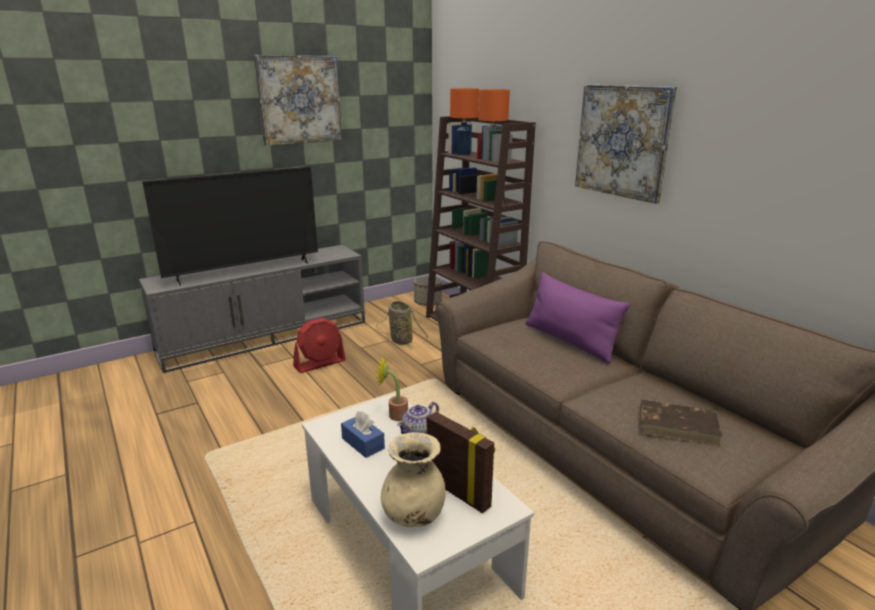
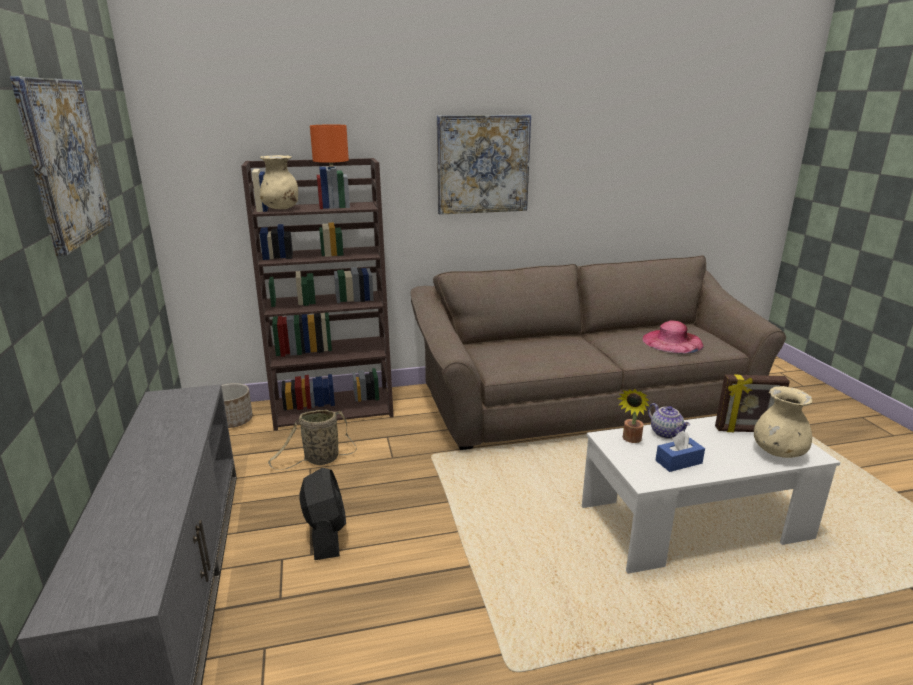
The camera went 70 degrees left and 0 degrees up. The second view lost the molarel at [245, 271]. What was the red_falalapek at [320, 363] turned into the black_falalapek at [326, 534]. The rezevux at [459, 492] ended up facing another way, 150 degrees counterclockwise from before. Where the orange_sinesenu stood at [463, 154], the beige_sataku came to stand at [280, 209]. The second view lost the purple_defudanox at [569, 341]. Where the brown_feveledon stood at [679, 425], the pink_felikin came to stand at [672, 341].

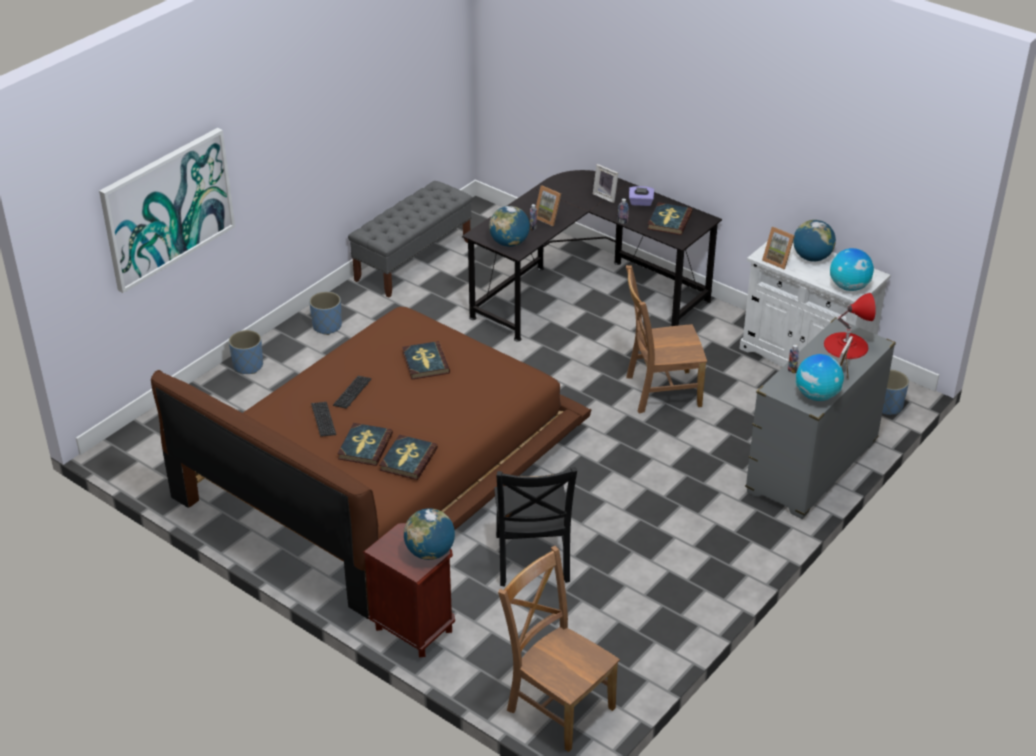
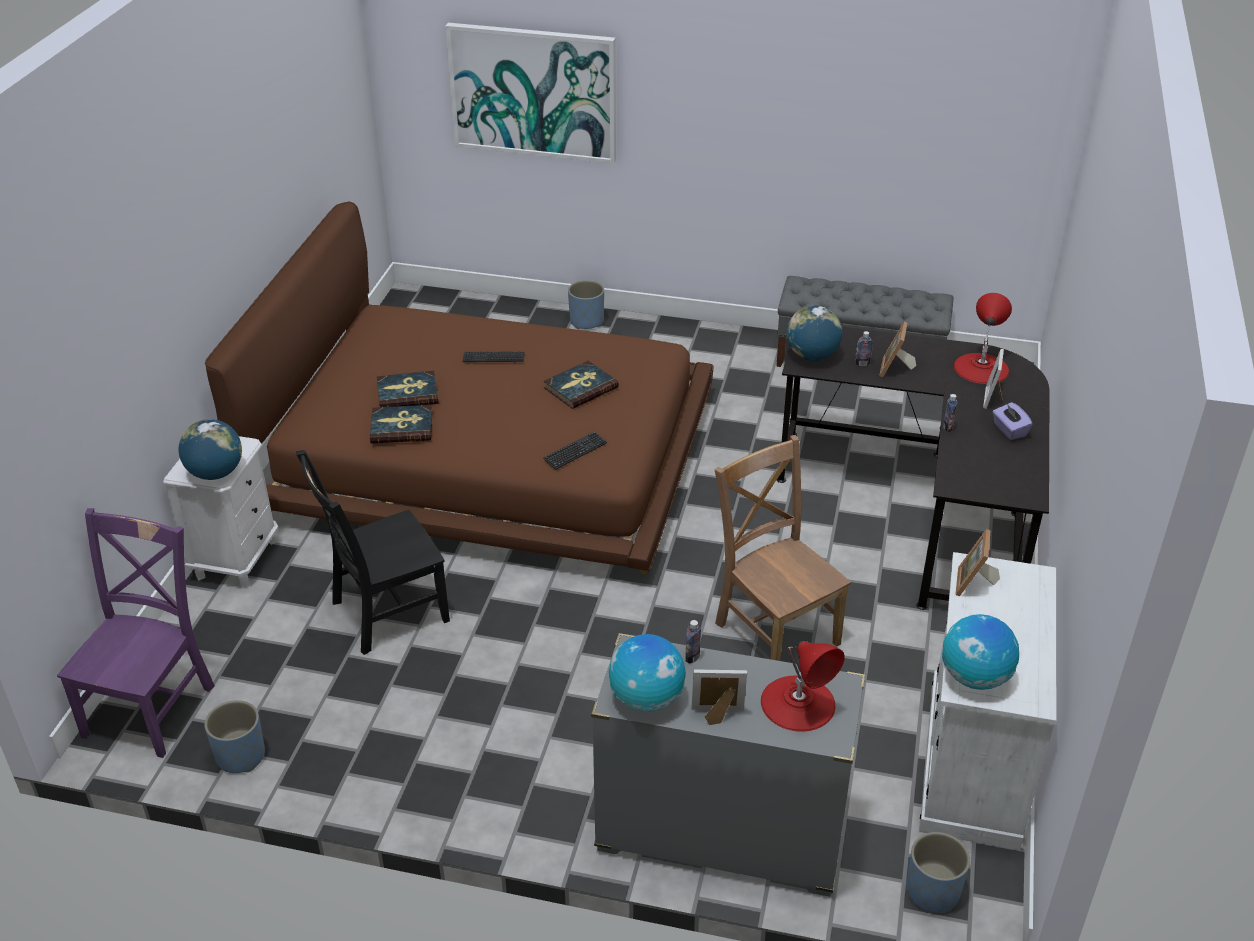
The camera went 65 degrees right and 0 degrees up. The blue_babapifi ended up elsewhere, having gone from [327, 326] to [241, 756]. The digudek ended up elsewhere, having gone from [323, 420] to [575, 451]. What was the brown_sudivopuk at [413, 629] turned into the white_sudivopuk at [237, 559]. What was the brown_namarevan at [558, 706] turned into the purple_namarevan at [152, 707]. The second view lost the feveledon at [669, 221]. The second view lost the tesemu at [811, 258]. The second view gained the red_sinesenu at [981, 368].

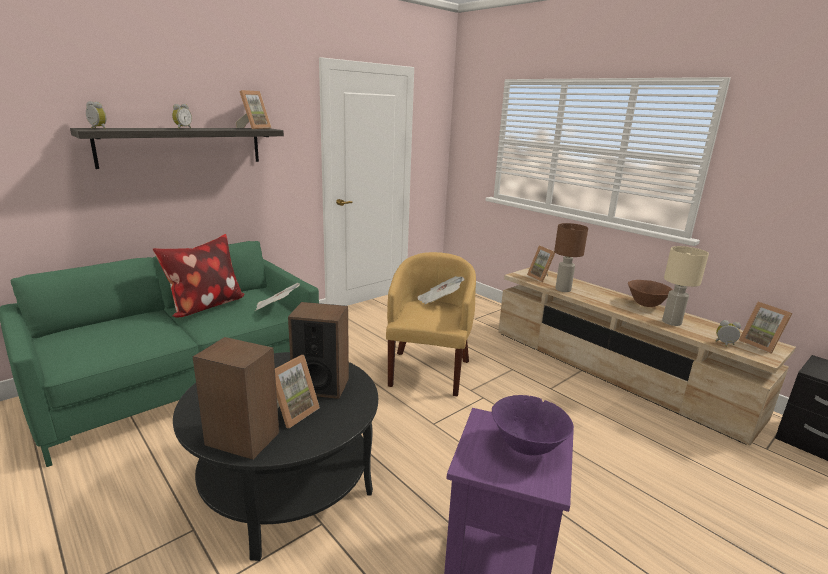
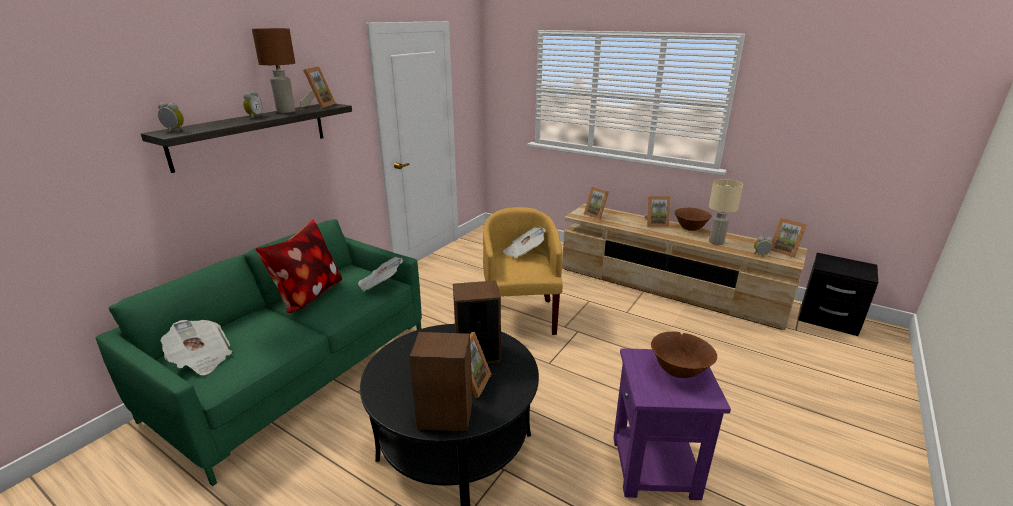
The camera went 15 degrees left and 5 degrees up. What was the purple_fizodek at [526, 447] turned into the brown_fizodek at [678, 372]. The brown_sinesenu ended up elsewhere, having gone from [562, 289] to [285, 111]. The second view gained the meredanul at [201, 359]. The second view gained the rezevux at [656, 223].

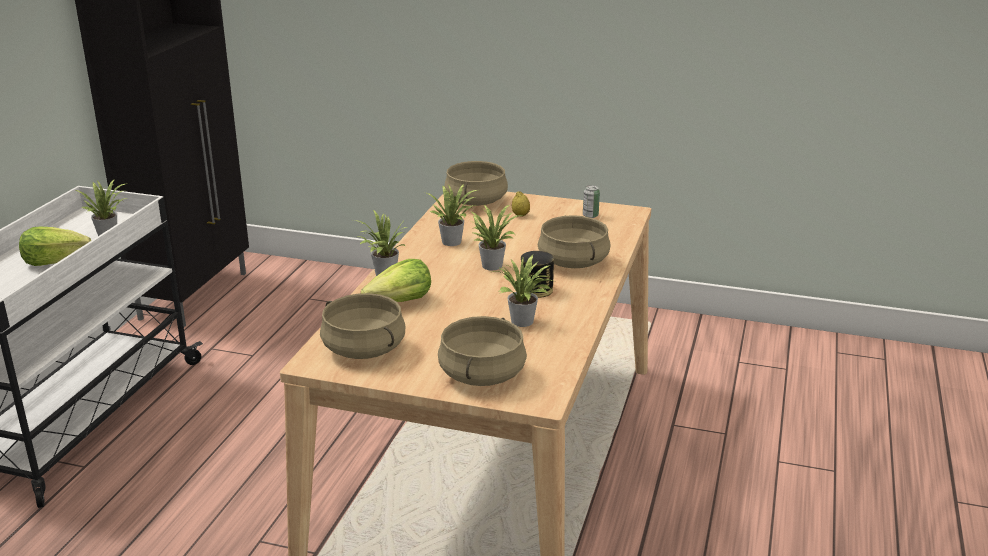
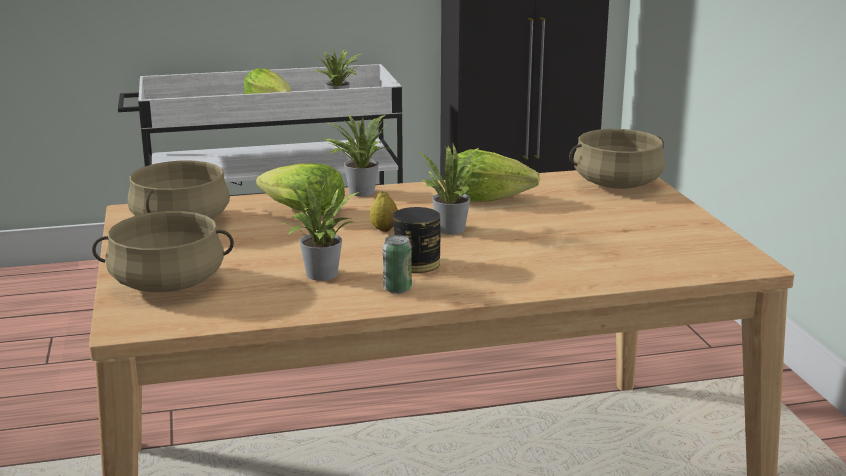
The camera went 60 degrees right and 5 degrees down. Where the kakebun stood at [453, 241], the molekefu came to stand at [488, 199]. The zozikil ended up elsewhere, having gone from [520, 215] to [384, 229]. The second view lost the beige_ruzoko at [574, 262]. The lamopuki ended up elsewhere, having gone from [590, 215] to [397, 289].

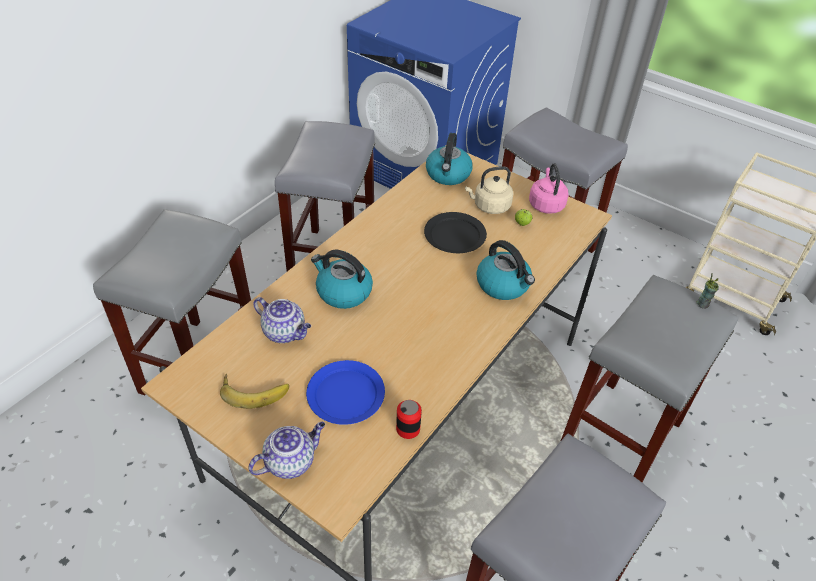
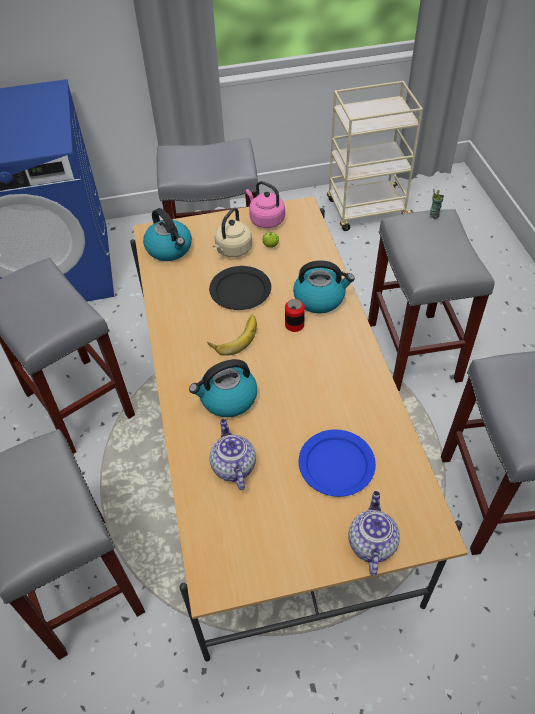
The camera went 45 degrees left and 5 degrees up. The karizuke ended up elsewhere, having gone from [255, 390] to [234, 336]. The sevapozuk at [285, 332] ended up facing another way, 90 degrees counterclockwise from before. The lamopuki ended up elsewhere, having gone from [408, 429] to [294, 325].

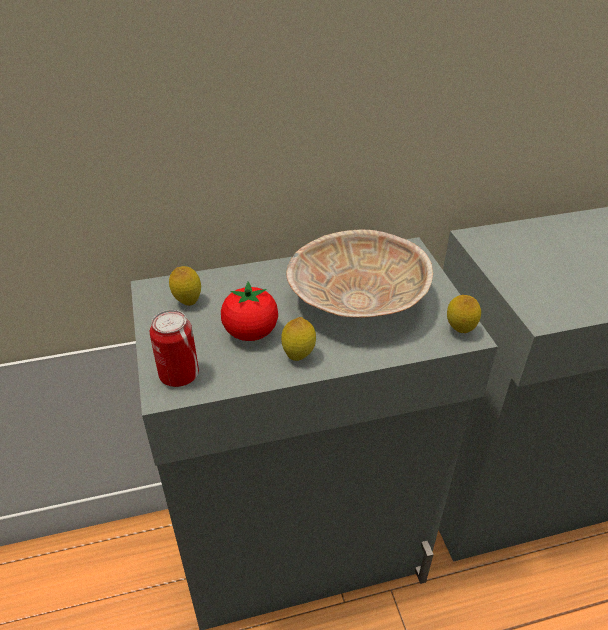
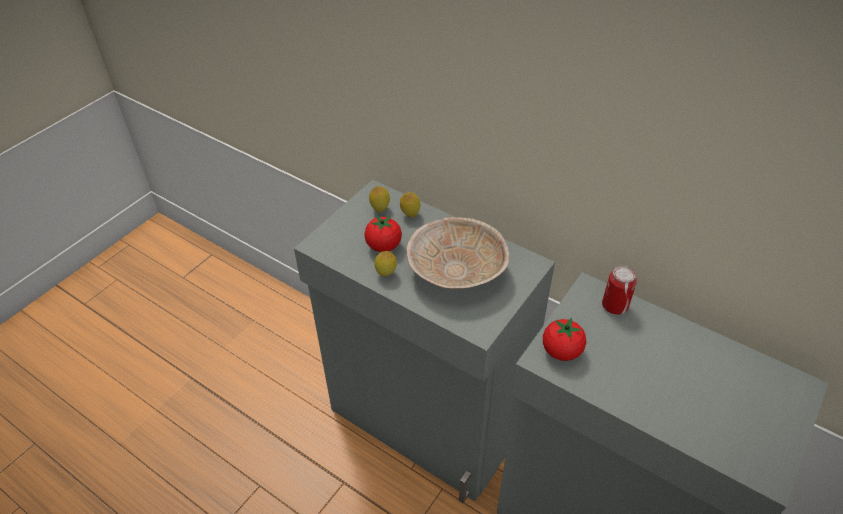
The camera went 50 degrees right and 5 degrees up. The lamopuki ended up elsewhere, having gone from [179, 375] to [614, 306]. The zozikil ended up elsewhere, having gone from [459, 331] to [410, 215]. The second view gained the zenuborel at [561, 351].

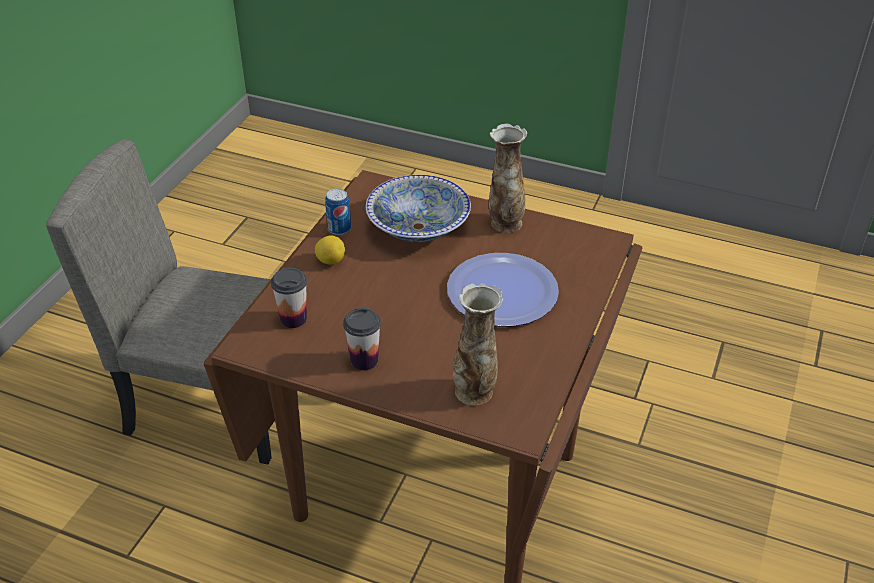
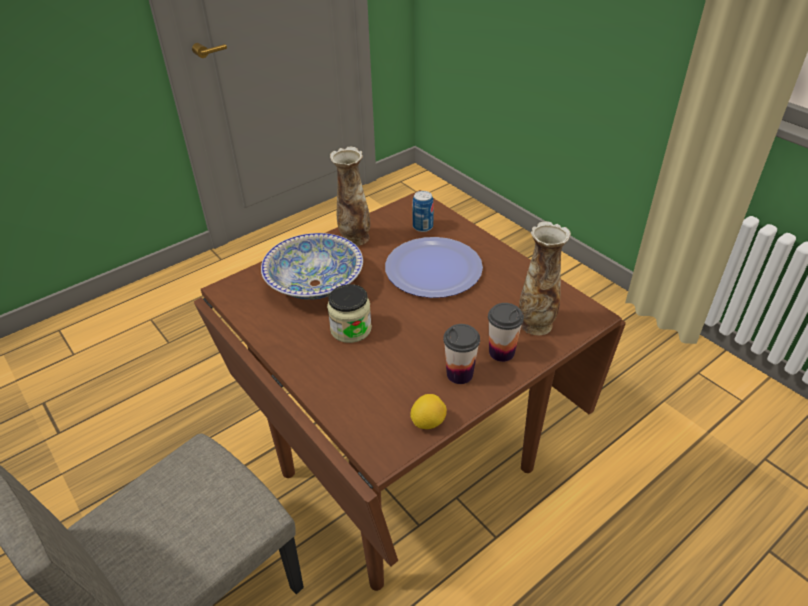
The camera went 60 degrees left and 0 degrees up. The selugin ended up elsewhere, having gone from [293, 319] to [501, 352]. The zozikil ended up elsewhere, having gone from [330, 261] to [428, 422]. The lamopuki ended up elsewhere, having gone from [339, 229] to [423, 227]. The second view gained the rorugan at [351, 329].

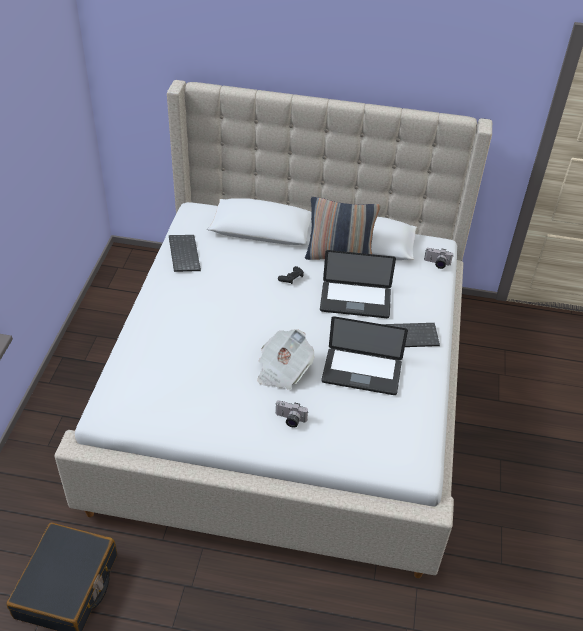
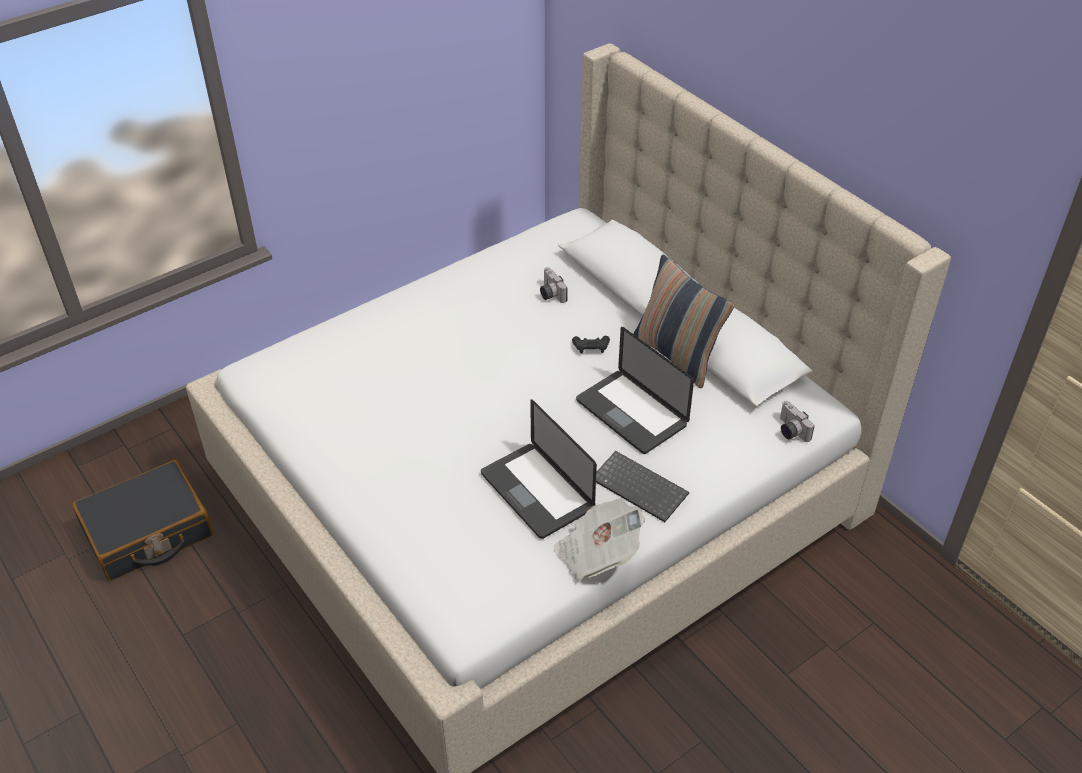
The camera went 45 degrees right and 0 degrees up. The second view lost the digudek at [183, 254]. The meredanul ended up elsewhere, having gone from [282, 370] to [597, 553]. The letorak ended up elsewhere, having gone from [290, 420] to [550, 294].

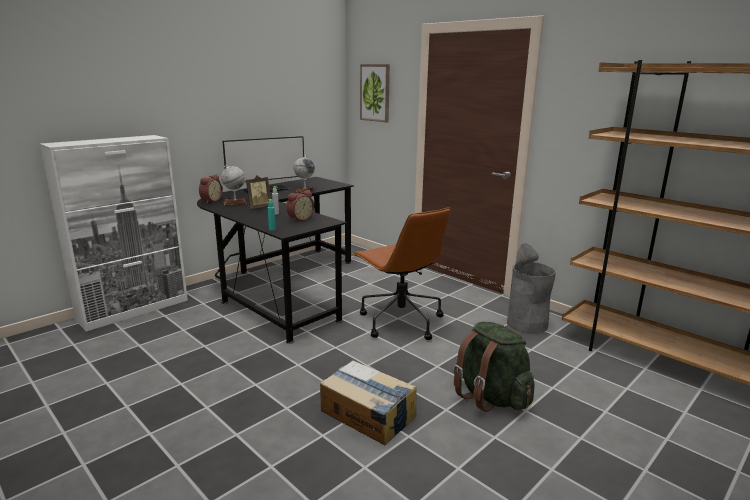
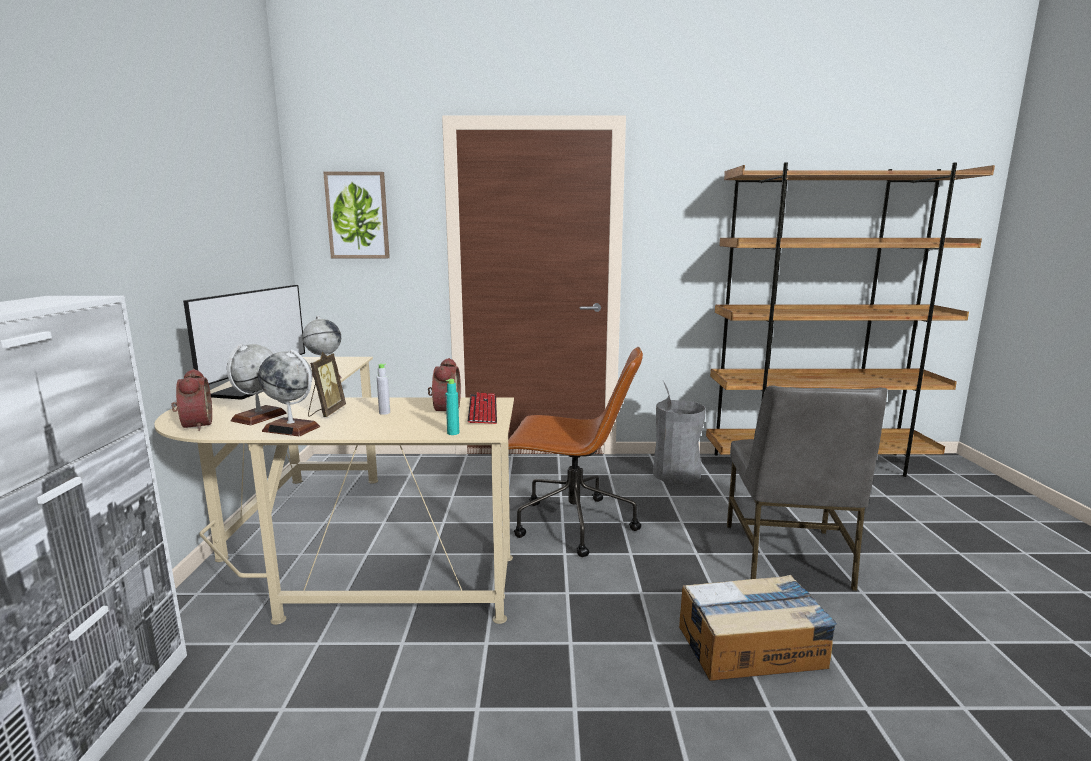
The camera went 45 degrees left and 5 degrees down. What was the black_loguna at [281, 287] turned into the beige_loguna at [336, 552]. Where the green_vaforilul stood at [490, 397], the grey_namarevan came to stand at [788, 557]. The second view gained the tesemu at [291, 429]. The second view gained the digudek at [482, 410].

